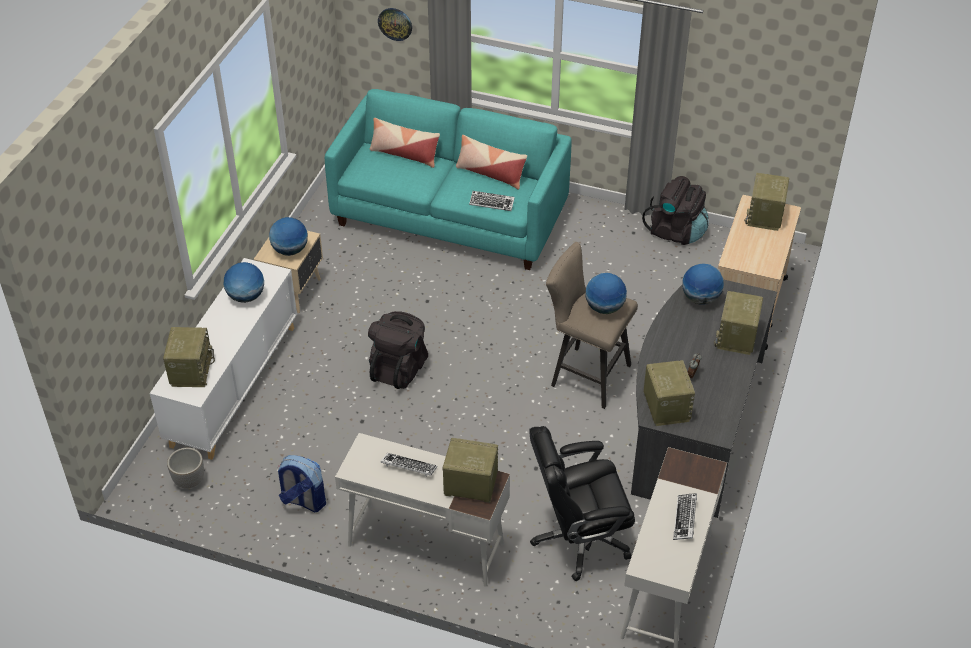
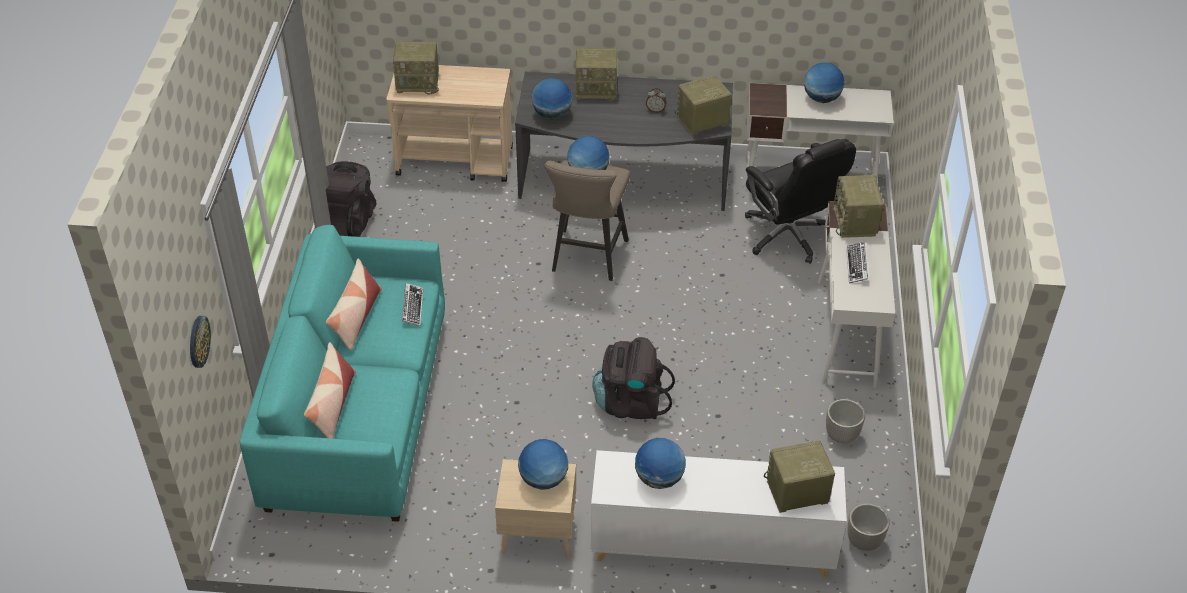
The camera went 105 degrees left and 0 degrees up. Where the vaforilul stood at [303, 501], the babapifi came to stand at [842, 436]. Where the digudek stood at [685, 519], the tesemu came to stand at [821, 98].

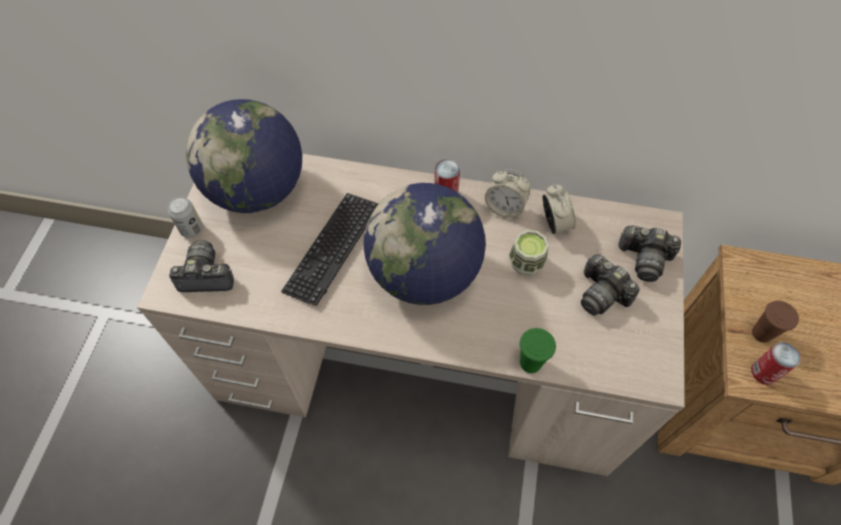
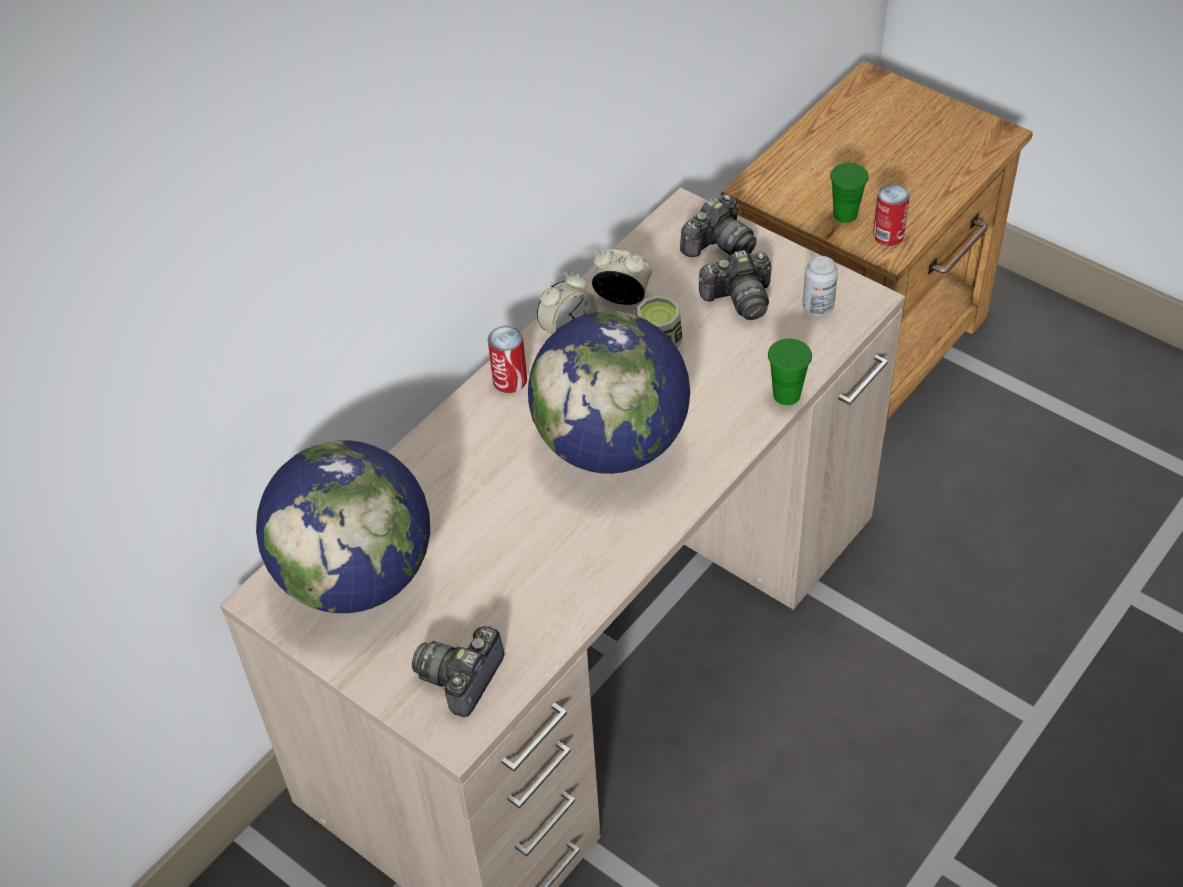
The camera went 60 degrees left and 10 degrees down. The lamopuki ended up elsewhere, having gone from [192, 229] to [818, 307]. The second view lost the digudek at [332, 248]. What was the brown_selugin at [761, 333] turned into the green_selugin at [845, 214].

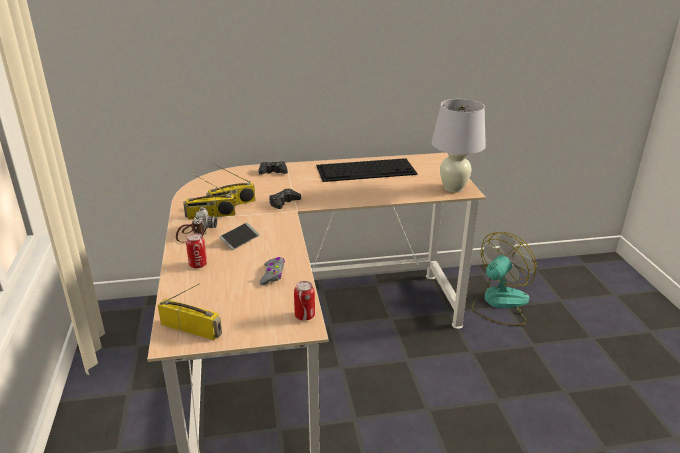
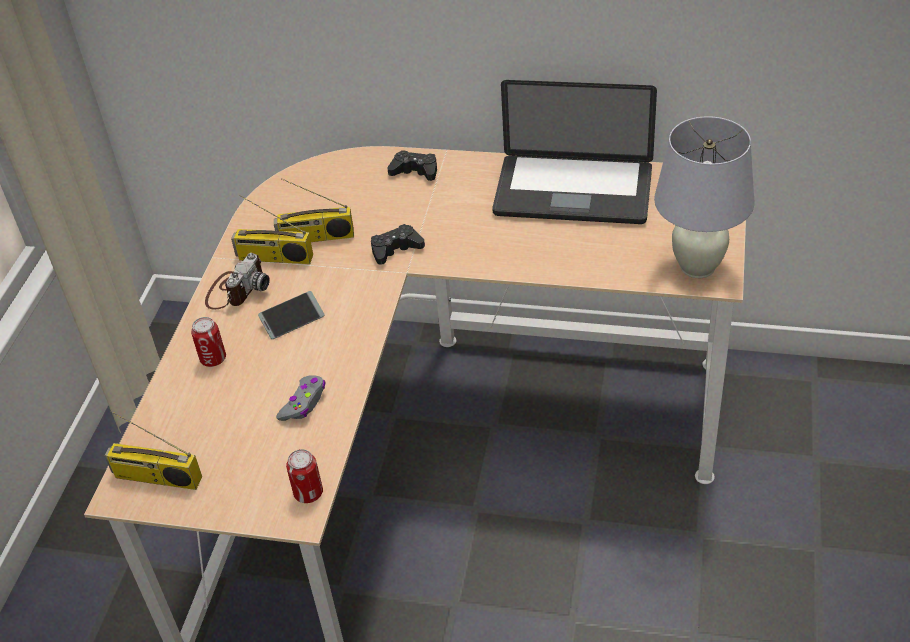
The camera went 25 degrees right and 15 degrees up. The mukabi at [192, 328] ended up facing another way, 150 degrees clockwise from before. Where the digudek stood at [367, 170], the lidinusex came to stand at [573, 192]. The second view lost the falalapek at [499, 303].

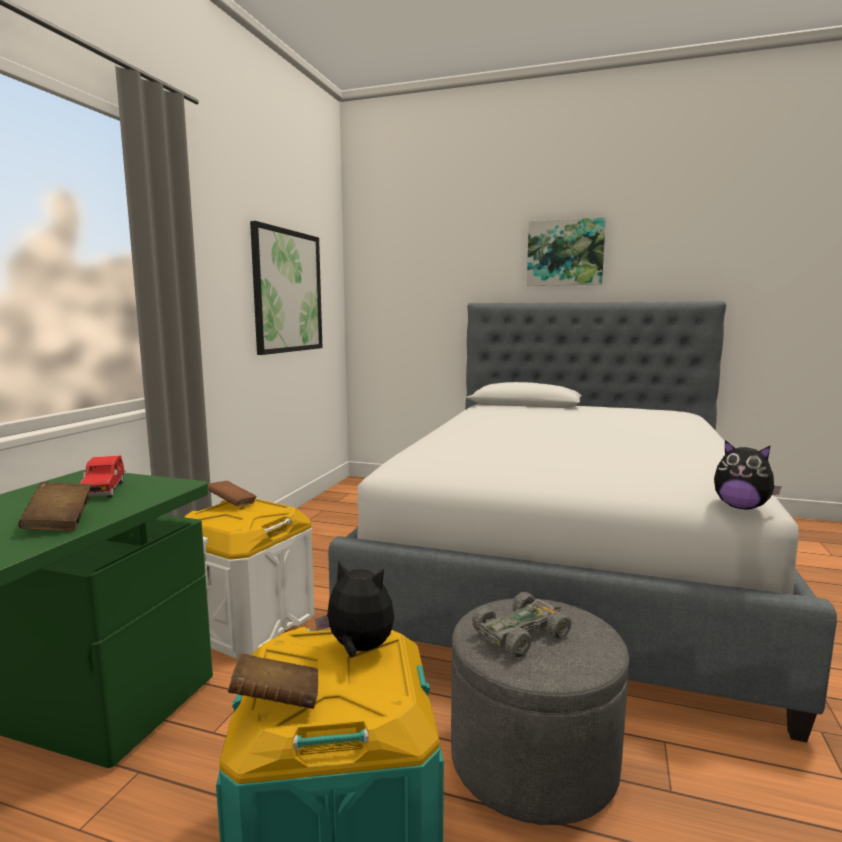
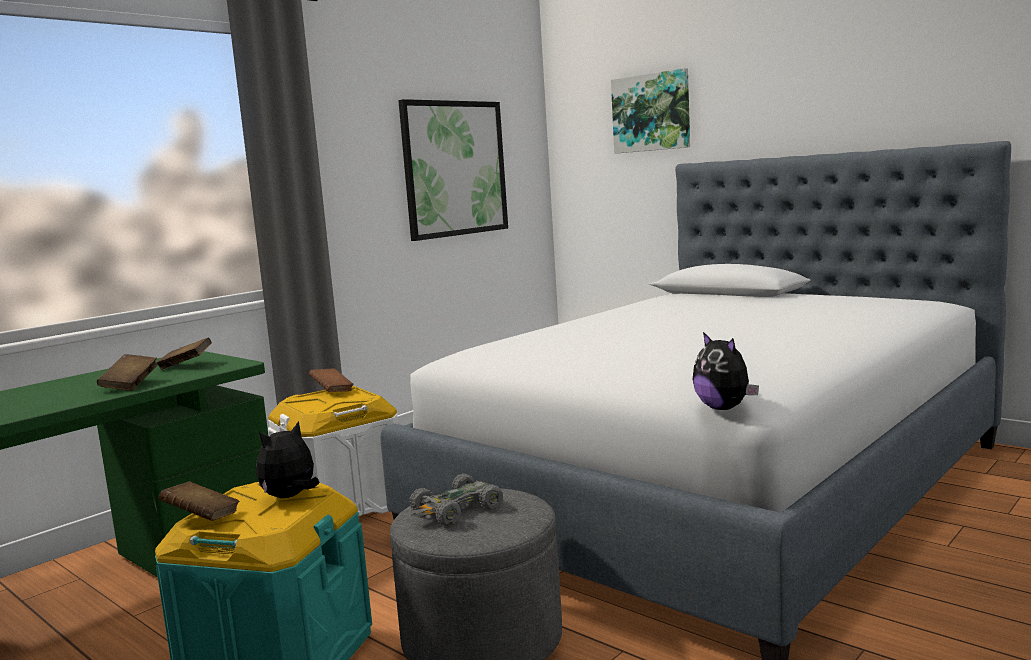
The camera went 25 degrees right and 0 degrees up. Where the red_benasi stood at [104, 490], the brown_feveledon came to stand at [186, 366]. The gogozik at [358, 649] ended up facing another way, 90 degrees counterclockwise from before. The grey_benasi at [521, 633] ended up facing another way, 150 degrees clockwise from before. The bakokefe ended up elsewhere, having gone from [565, 253] to [651, 112].

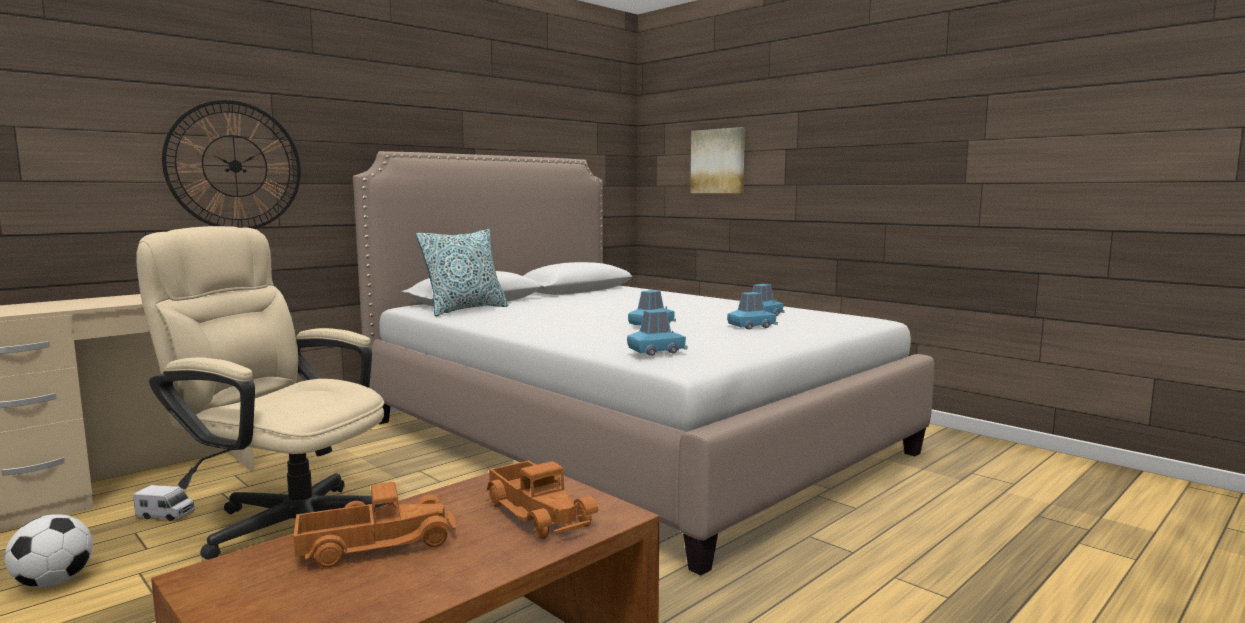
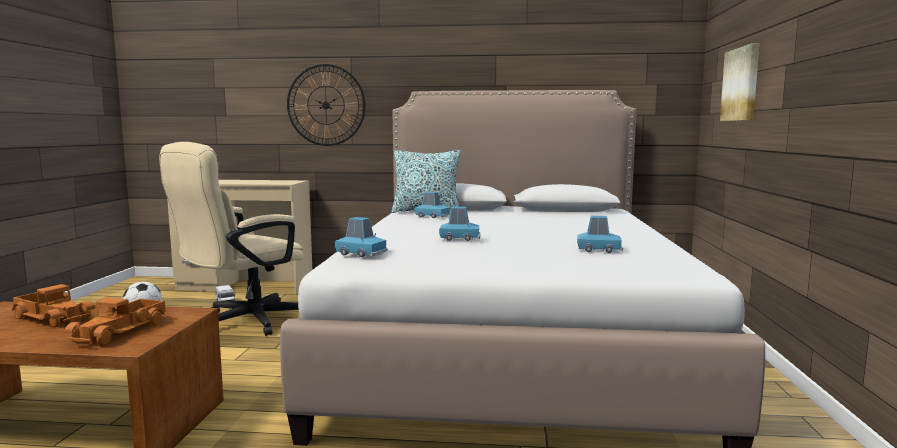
The camera went 50 degrees right and 0 degrees up. The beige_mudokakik at [286, 522] ended up facing another way, 120 degrees counterclockwise from before. The blue_benasi ended up elsewhere, having gone from [752, 326] to [432, 216].

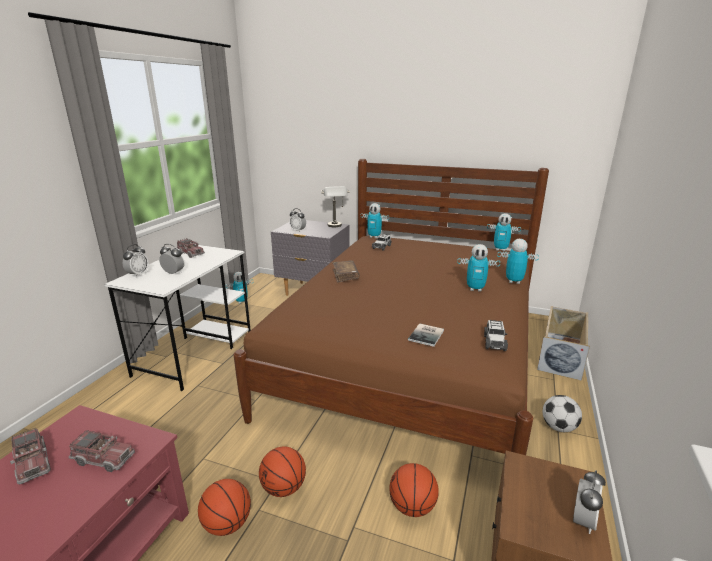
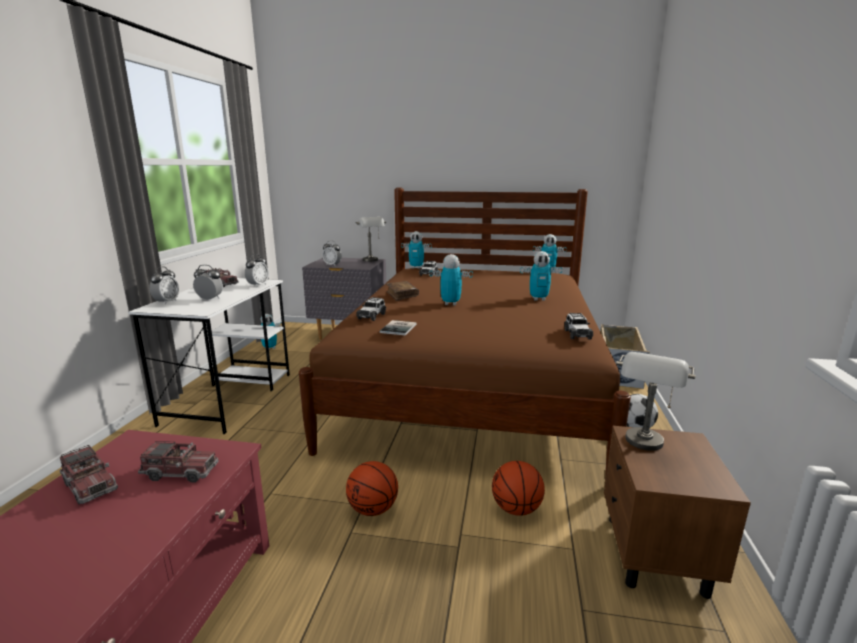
The camera went 10 degrees left and 5 degrees down. The second view lost the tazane at [227, 524]. The feveledon ended up elsewhere, having gone from [427, 335] to [399, 328]. The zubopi ended up elsewhere, having gone from [513, 281] to [450, 303]. The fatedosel ended up elsewhere, having gone from [583, 520] to [258, 285]. The second view gained the benasi at [372, 316]. The second view gained the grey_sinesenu at [644, 447].

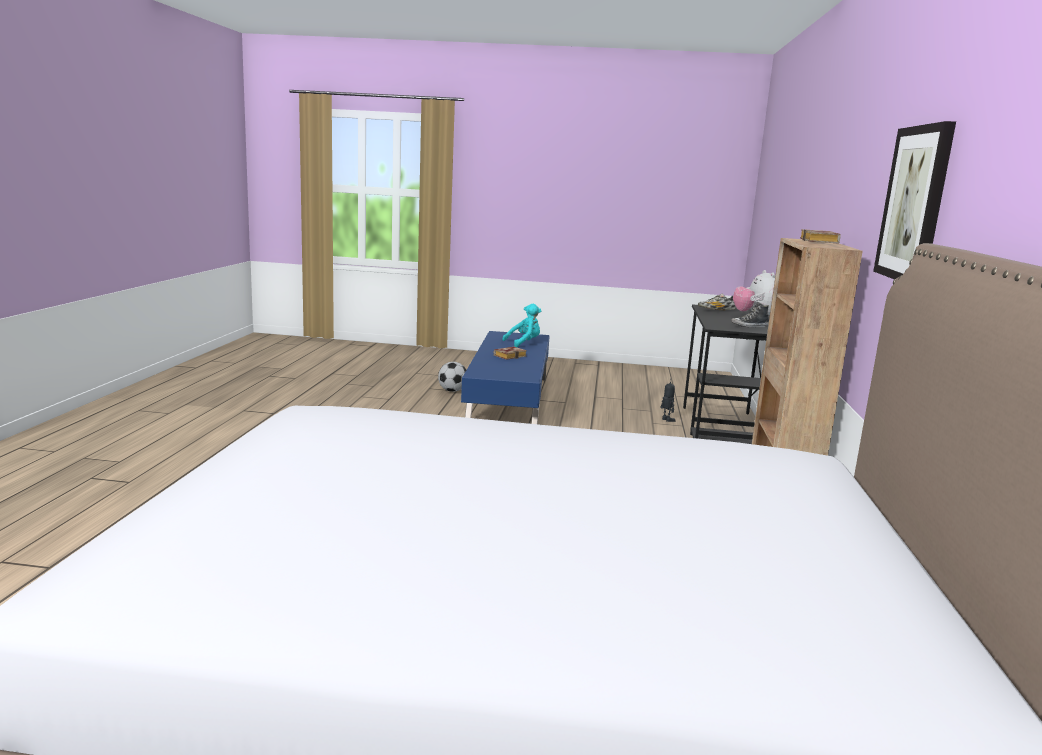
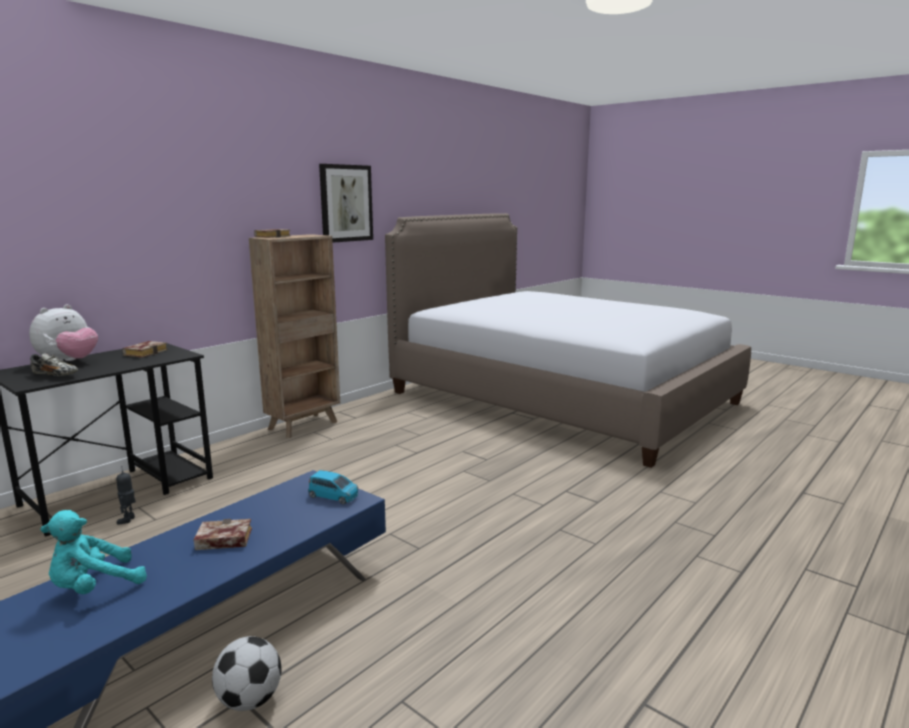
The camera went 145 degrees left and 0 degrees up. The turquoise_gogozik at [524, 343] ended up facing another way, 45 degrees counterclockwise from before. Where the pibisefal stood at [749, 326], the feveledon came to stand at [146, 352]. The second view gained the blue_benasi at [333, 496].

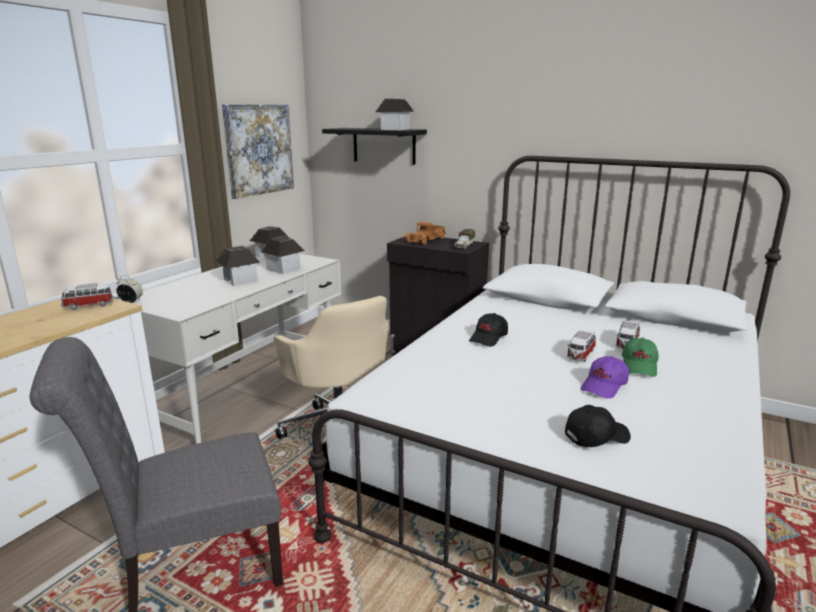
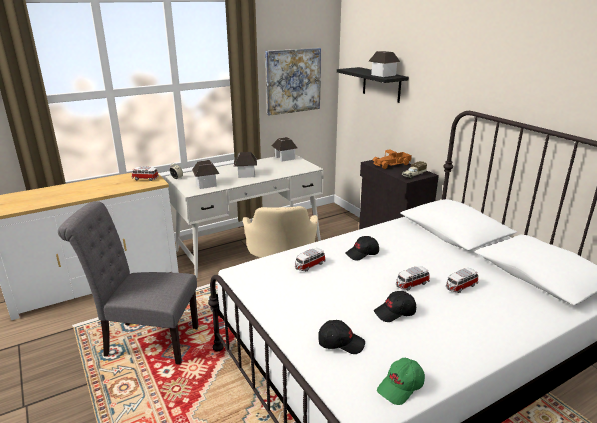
The camera went 30 degrees right and 5 degrees up. The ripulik ended up elsewhere, having gone from [284, 269] to [206, 184]. What was the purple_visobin at [604, 386] turned into the black_visobin at [395, 313]. The green_visobin ended up elsewhere, having gone from [639, 366] to [401, 387]. The second view gained the benasi at [309, 266].

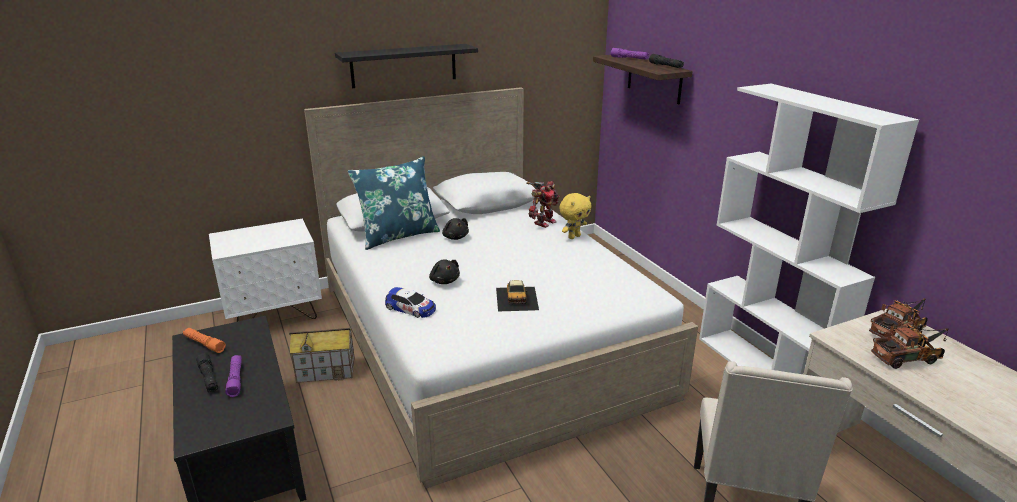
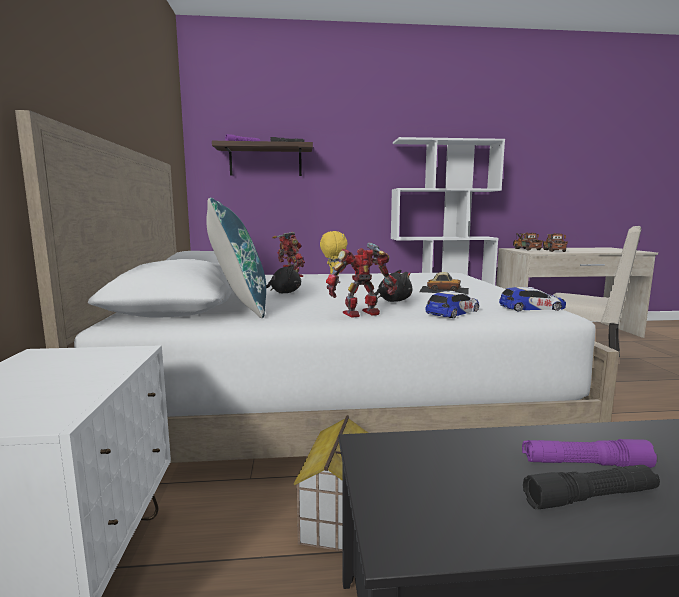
The camera went 70 degrees left and 15 degrees down. The second view lost the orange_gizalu at [204, 344]. The second view lost the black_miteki at [404, 65]. The second view gained the zubopi at [362, 314]. The second view gained the benasi at [532, 308].

